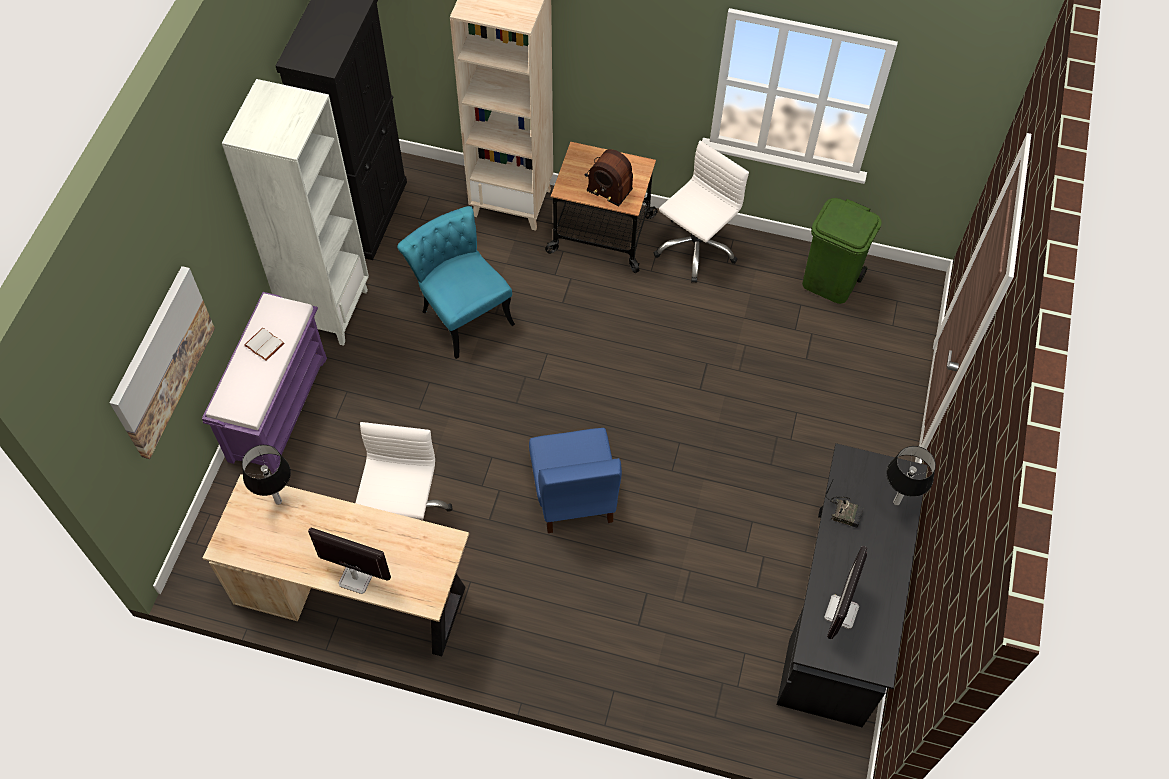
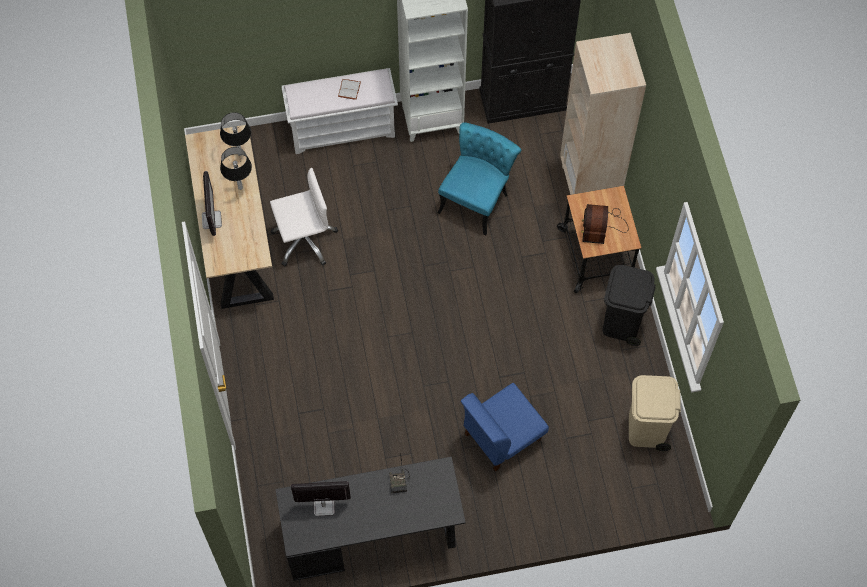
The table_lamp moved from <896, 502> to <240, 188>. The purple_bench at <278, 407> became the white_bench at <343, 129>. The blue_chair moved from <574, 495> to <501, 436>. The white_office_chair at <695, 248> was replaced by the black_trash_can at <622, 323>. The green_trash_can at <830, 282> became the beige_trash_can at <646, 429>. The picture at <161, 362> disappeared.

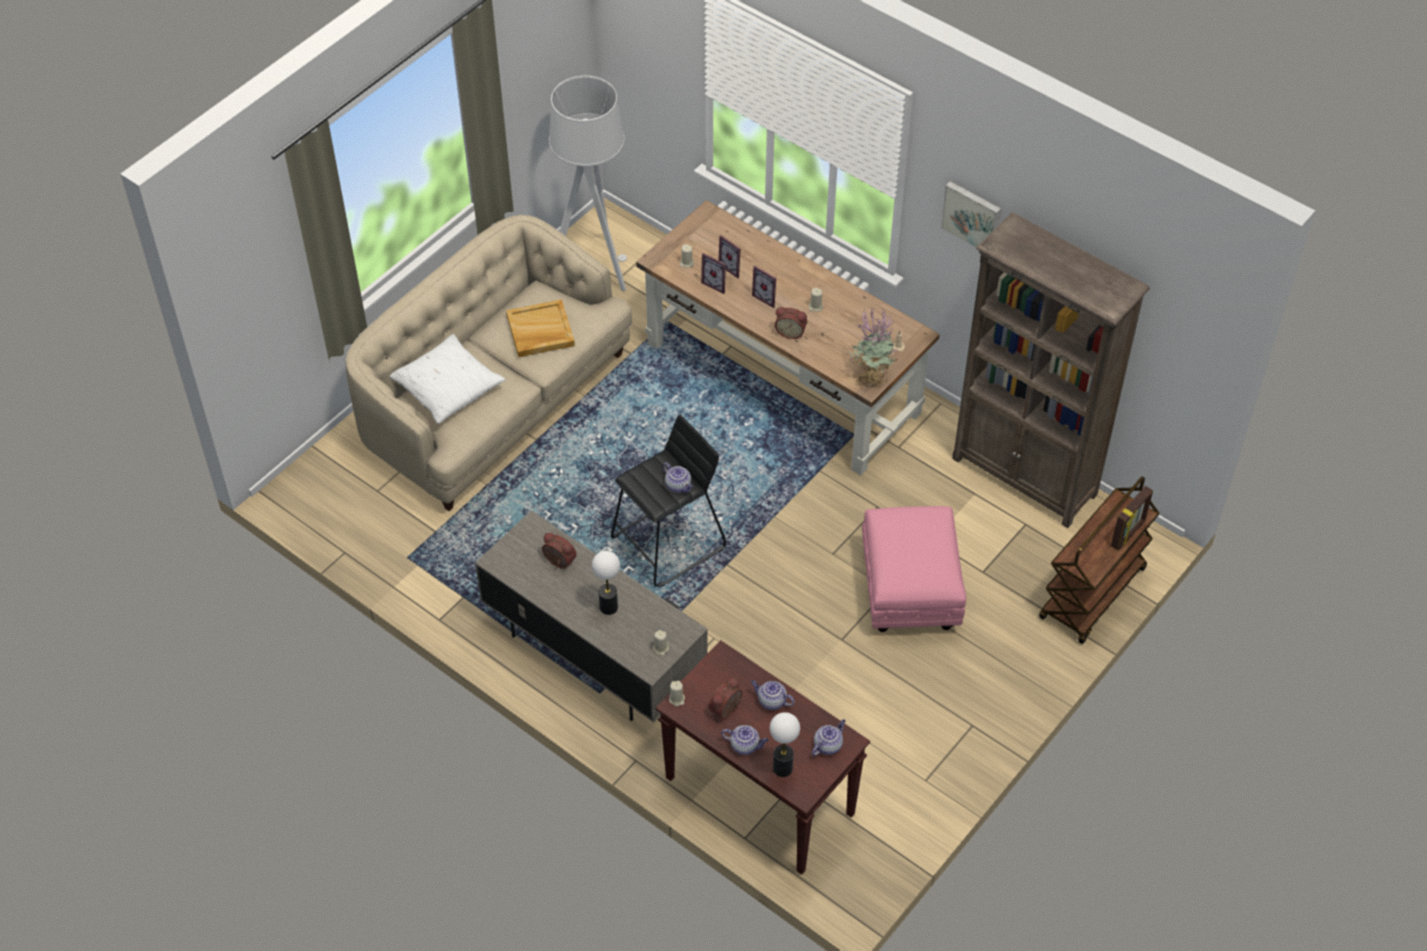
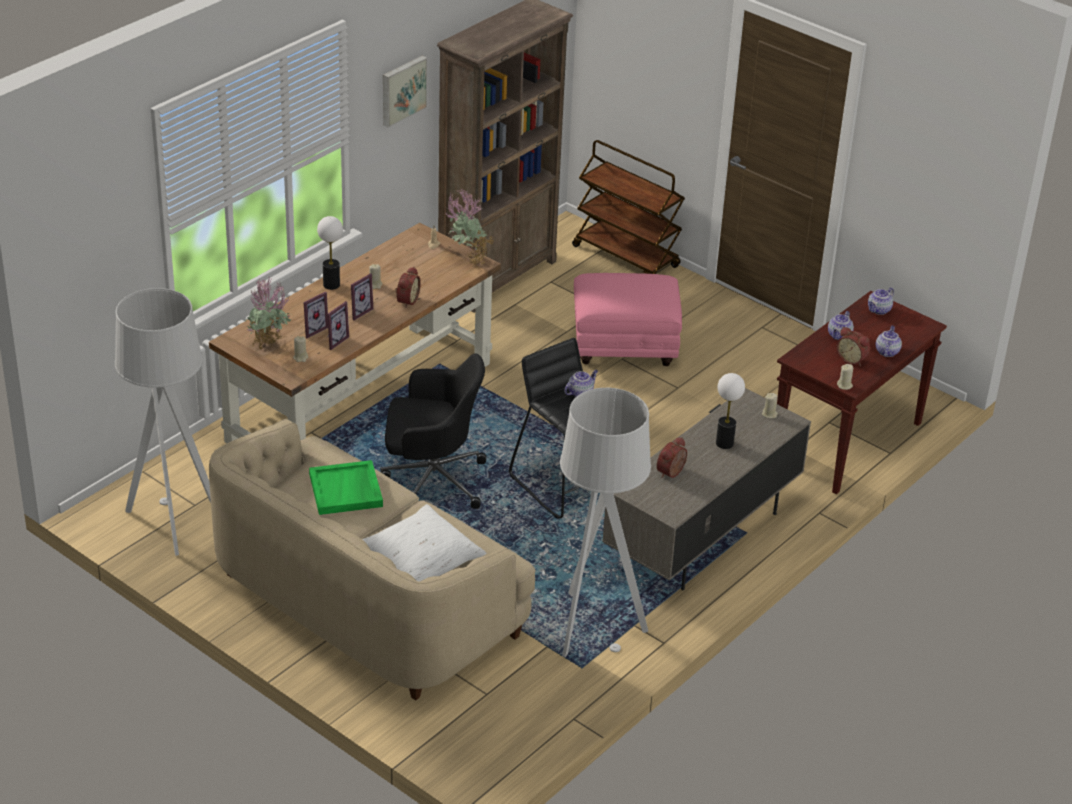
The potted_plant at <270, 347> appeared. The beige_tray at <540, 331> became the green_tray at <346, 491>. The table_lamp moved from <782, 768> to <331, 285>. The black_office_chair at <432, 480> appeared. The grey_floor_lamp at <593, 627> appeared. The teapot at <828, 745> turned 90 degrees counterclockwise. The picture_frame at <1128, 534> disappeared.

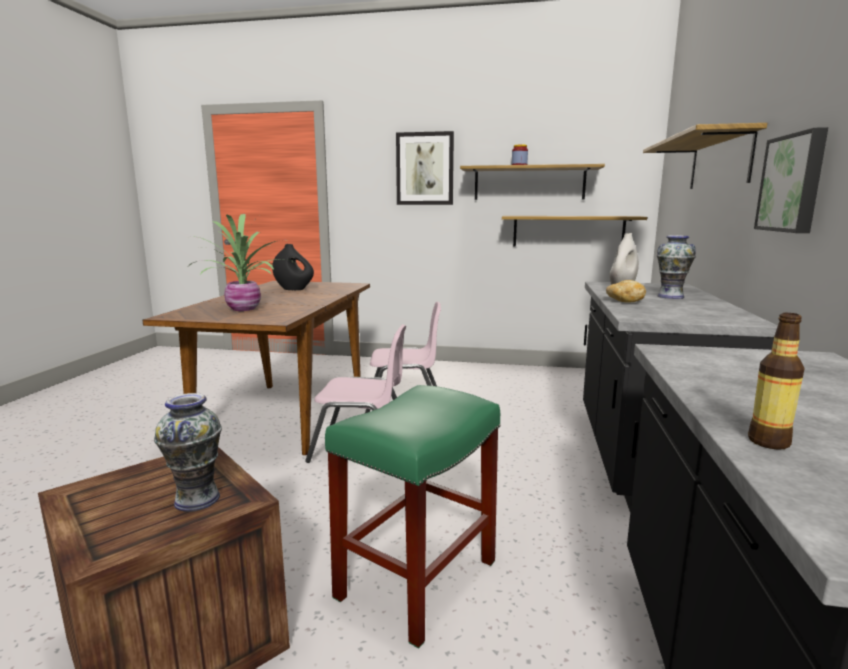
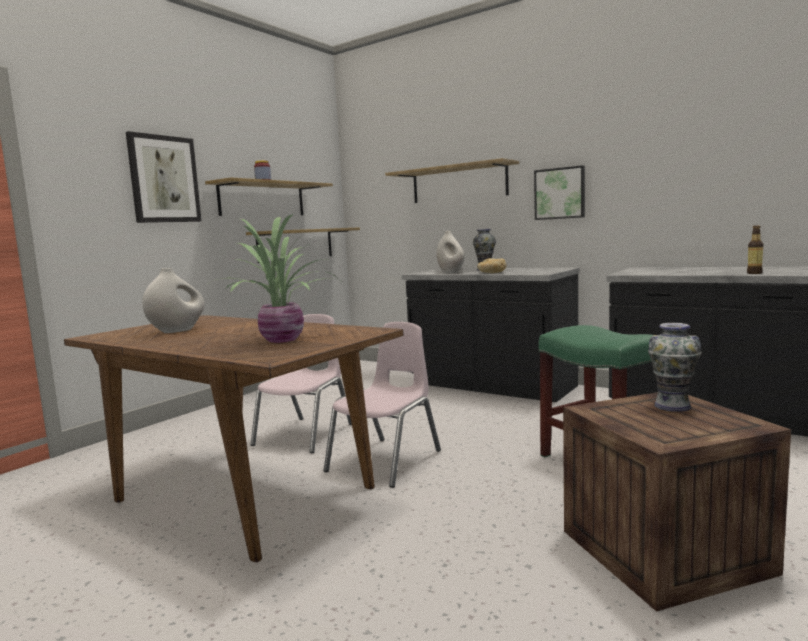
The black_vase at <294, 289> became the white_vase at <177, 330>.

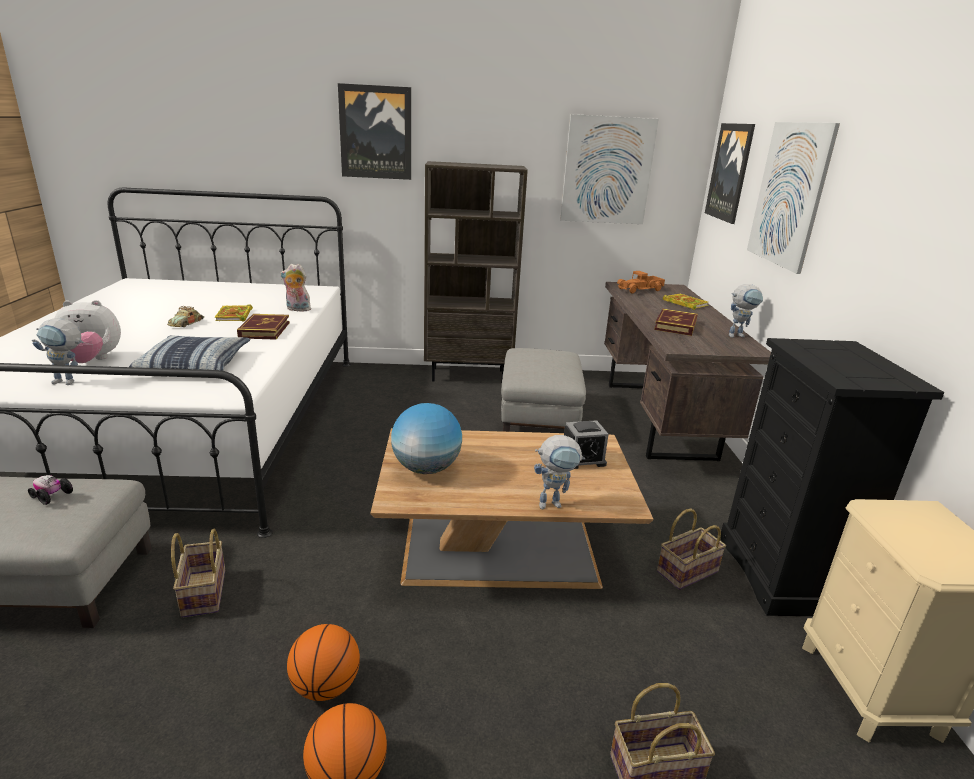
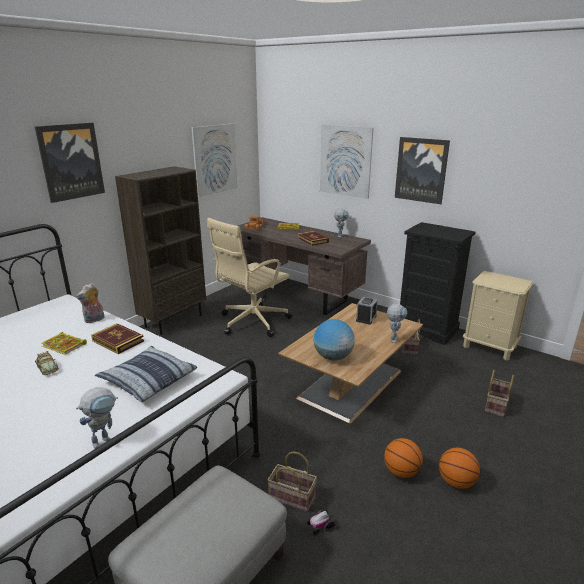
The grey_ottoman at <538, 416> was replaced by the beige_office_chair at <252, 322>. The toy_car moved from <51, 496> to <320, 526>. The picture moved from <730, 172> to <421, 170>. The plush_toy at <91, 361> disappeared.

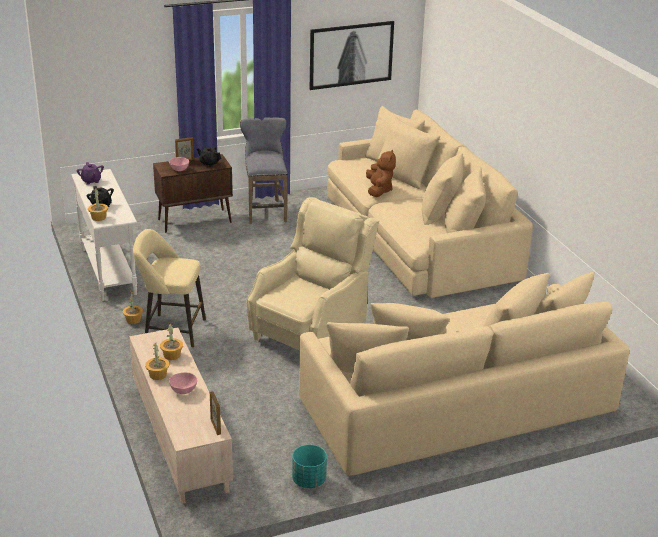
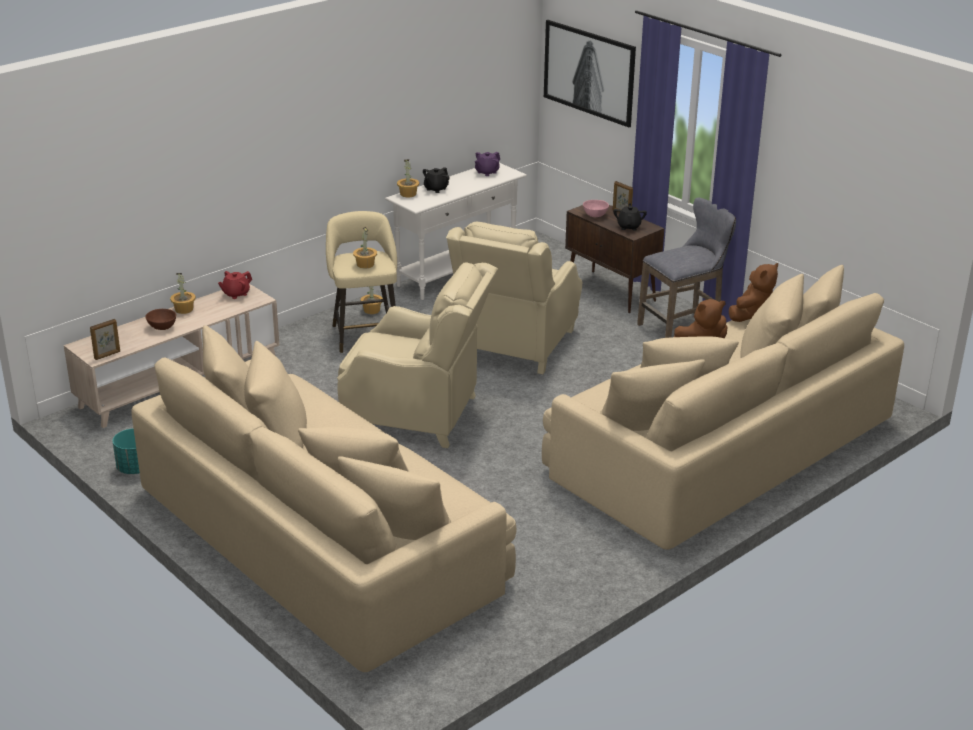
The pink_bowl at <183, 391> became the brown_bowl at <161, 327>. The red_teapot at <236, 294> appeared. The potted_plant moved from <171, 355> to <365, 264>. The beige_armchair at <514, 345> appeared. The picture moved from <351, 54> to <590, 72>. The brown_plush_toy at <751, 315> appeared.

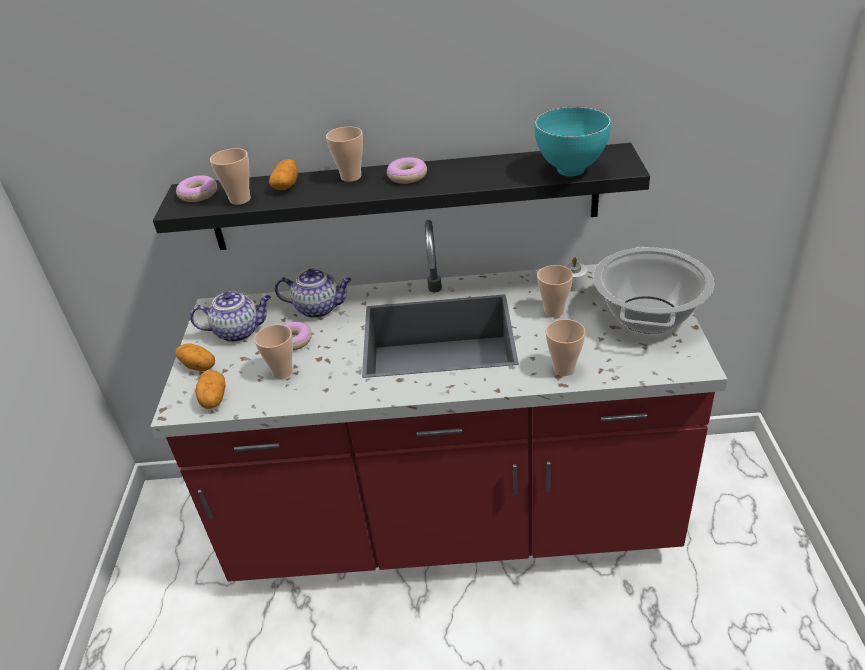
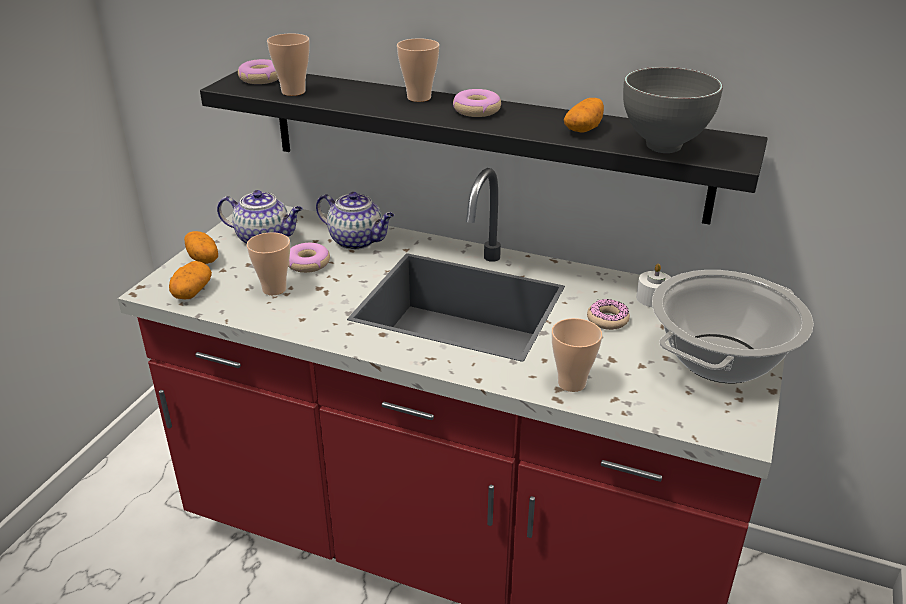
The potato moved from <286, 185> to <583, 129>. The cup at <554, 311> was replaced by the donut at <607, 320>. The turquoise_bowl at <569, 172> became the grey_bowl at <661, 148>.

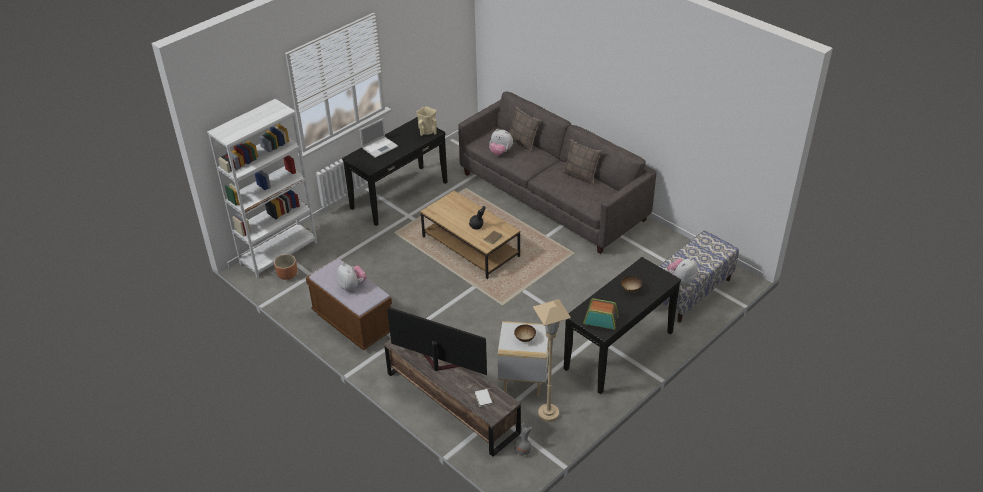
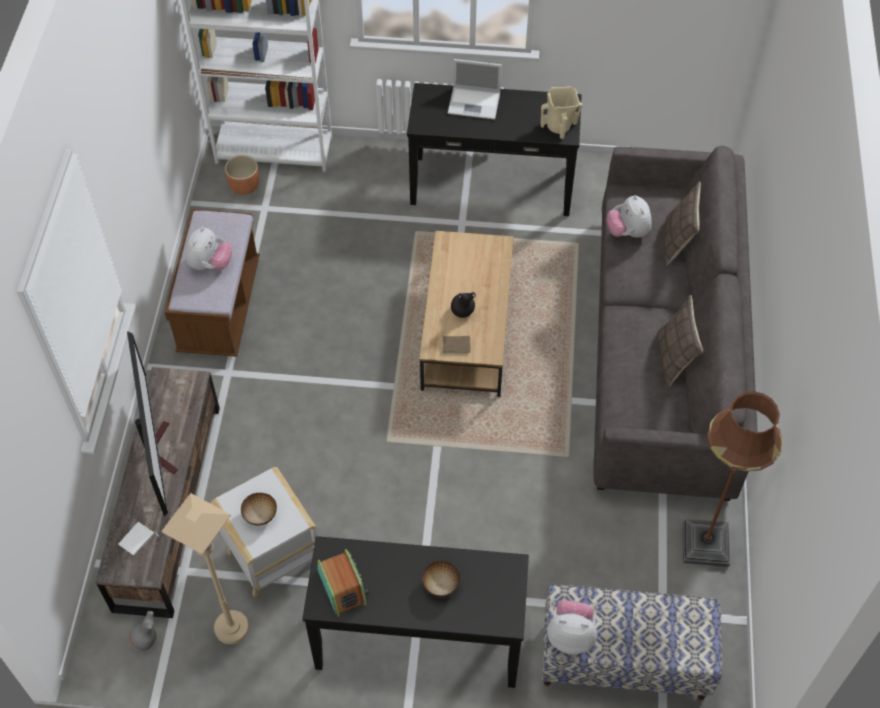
The brown_floor_lamp at <705, 544> appeared.

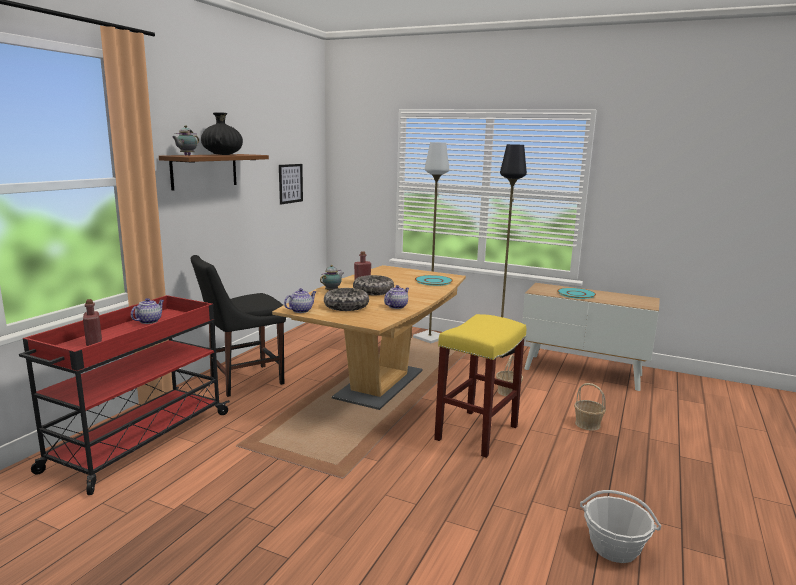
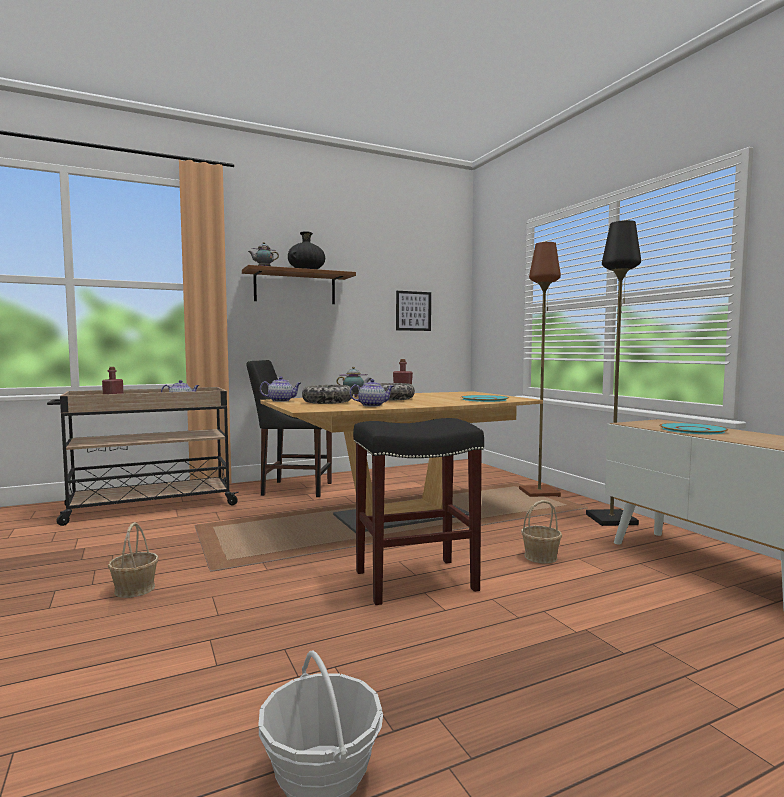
The red_cart at <138, 442> became the beige_cart at <149, 506>. The basket moved from <587, 424> to <134, 589>. The yellow_stool at <477, 433> became the black_stool at <414, 581>. The grey_floor_lamp at <429, 338> became the brown_floor_lamp at <539, 493>.

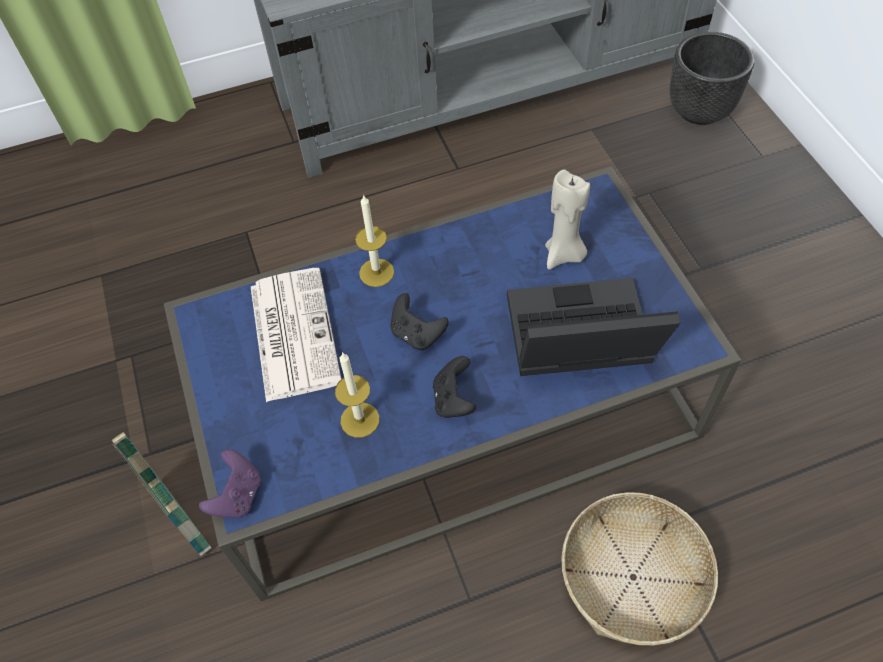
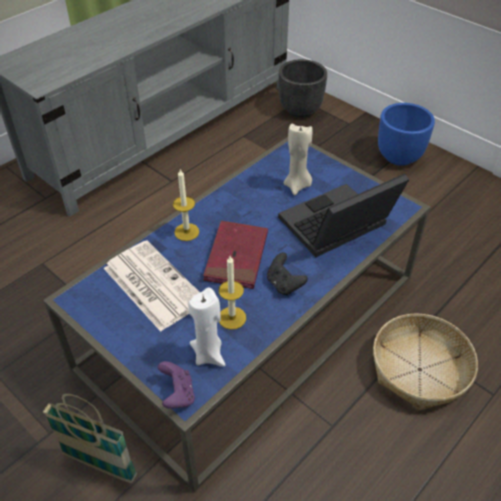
The white_candle at <209, 354> appeared. The black_game_controller at <417, 334> was replaced by the red_book at <236, 257>. The blue_planter at <399, 157> appeared.

